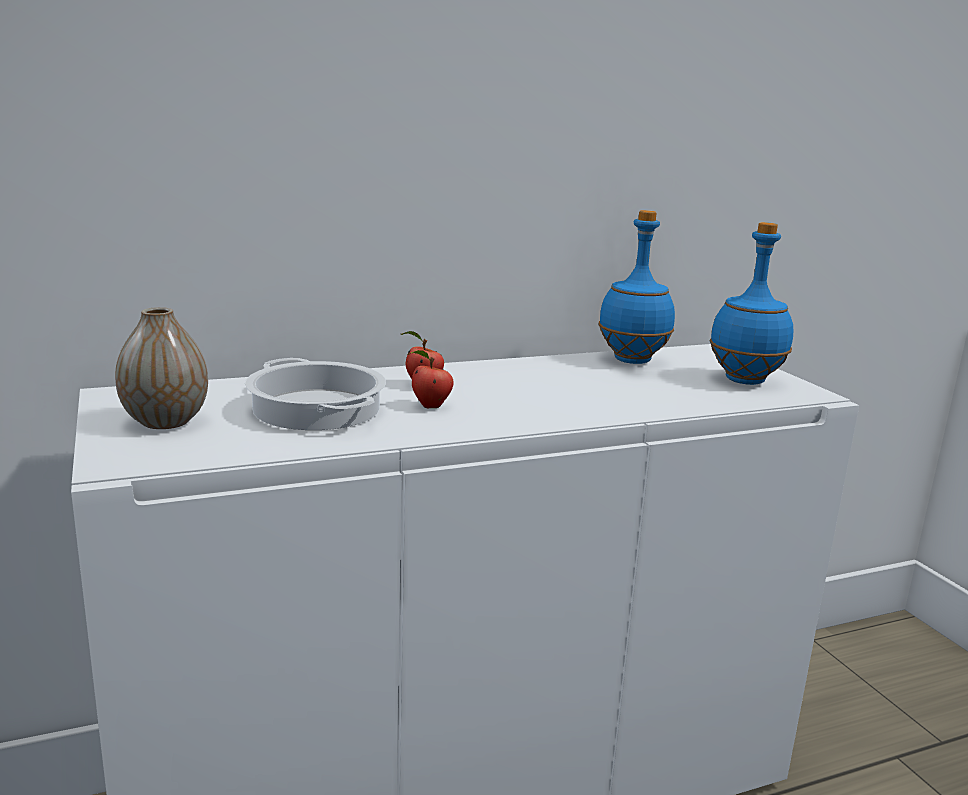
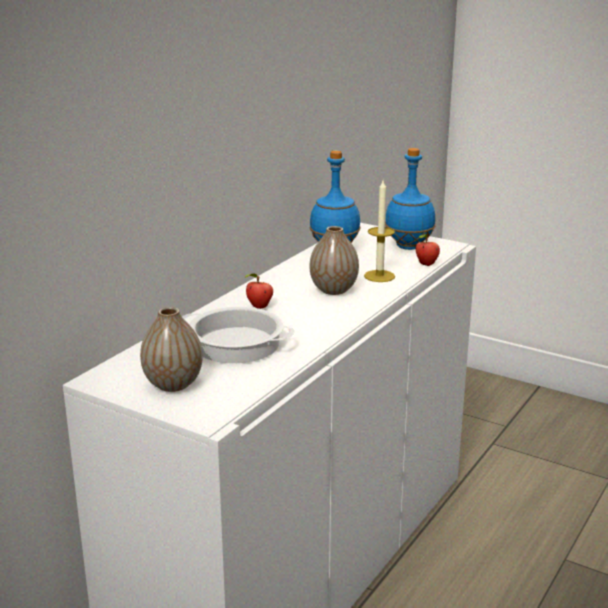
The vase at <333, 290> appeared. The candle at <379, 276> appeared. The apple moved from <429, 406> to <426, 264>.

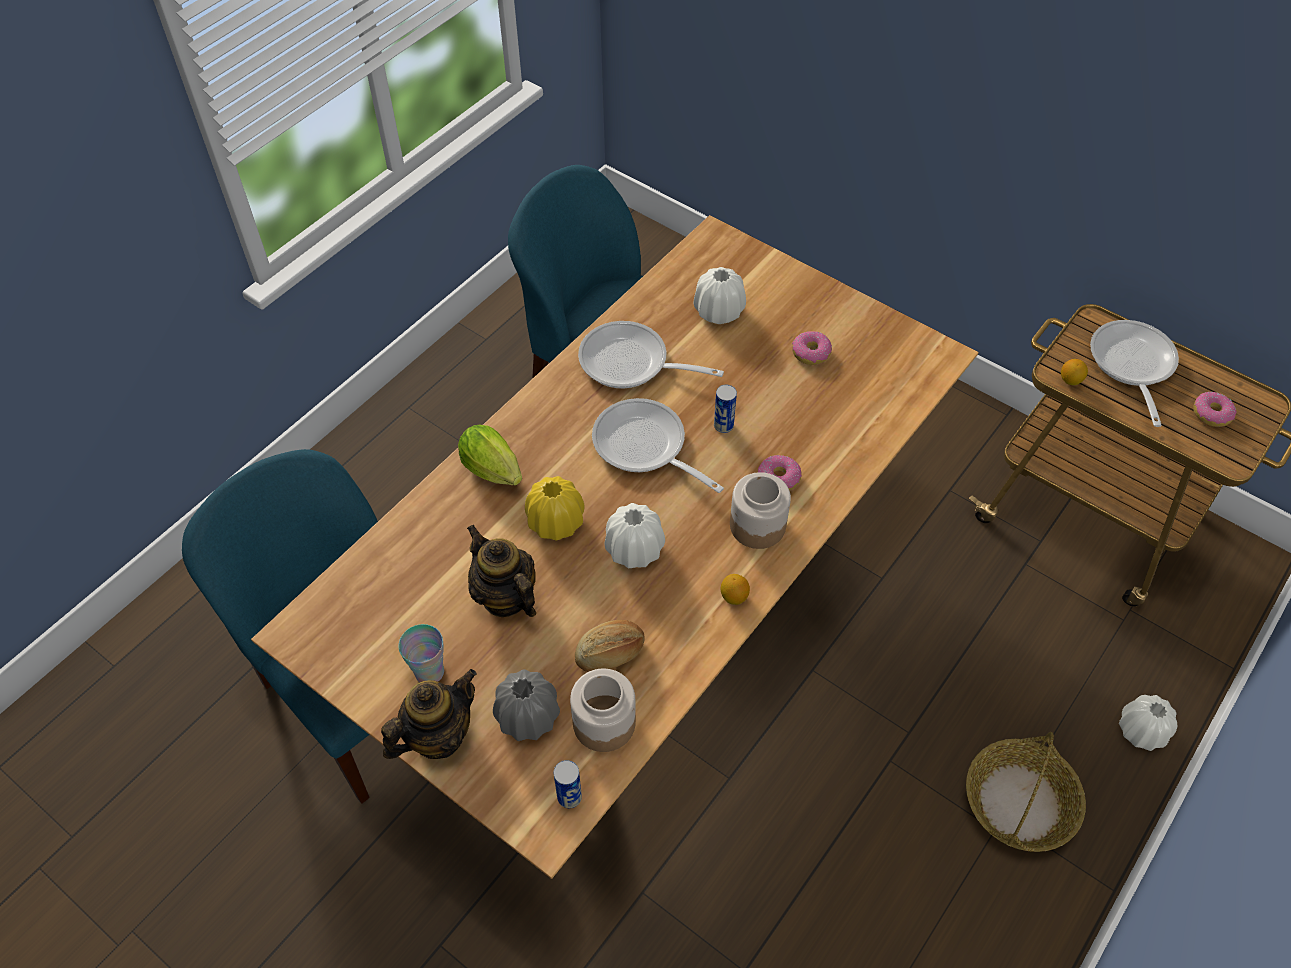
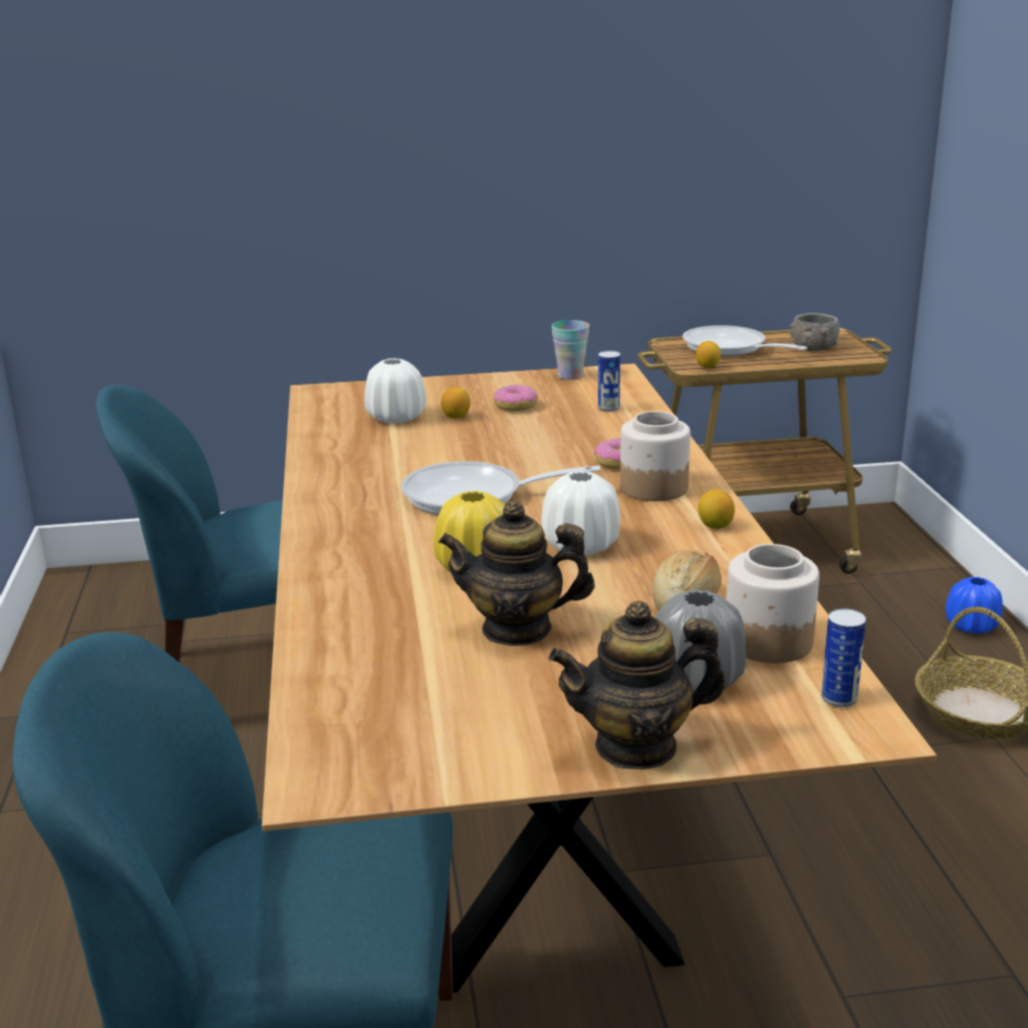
The lemon at <456, 417> appeared. The teapot at <437, 736> turned 105 degrees counterclockwise. The cup moved from <429, 672> to <570, 376>. The can moved from <723, 426> to <608, 408>. The donut at <1211, 414> was replaced by the grey_bowl at <813, 348>. The white_vase at <1141, 731> became the blue_vase at <971, 626>. The lettuce at <495, 472> disappeared. The frying_pan at <631, 363> disappeared.

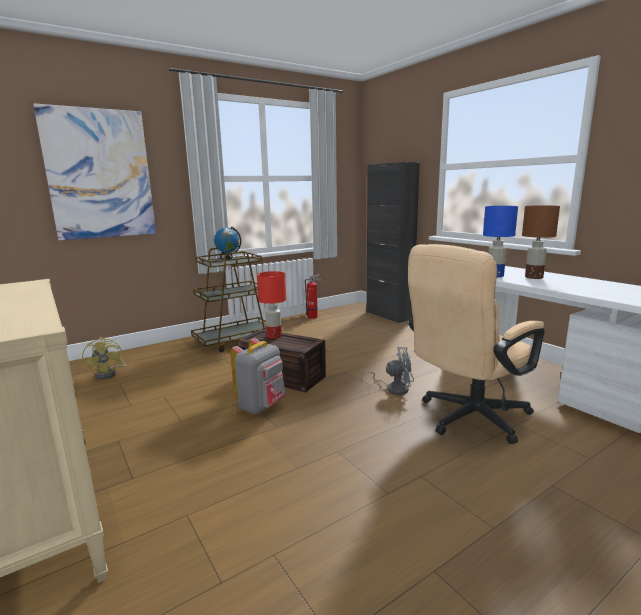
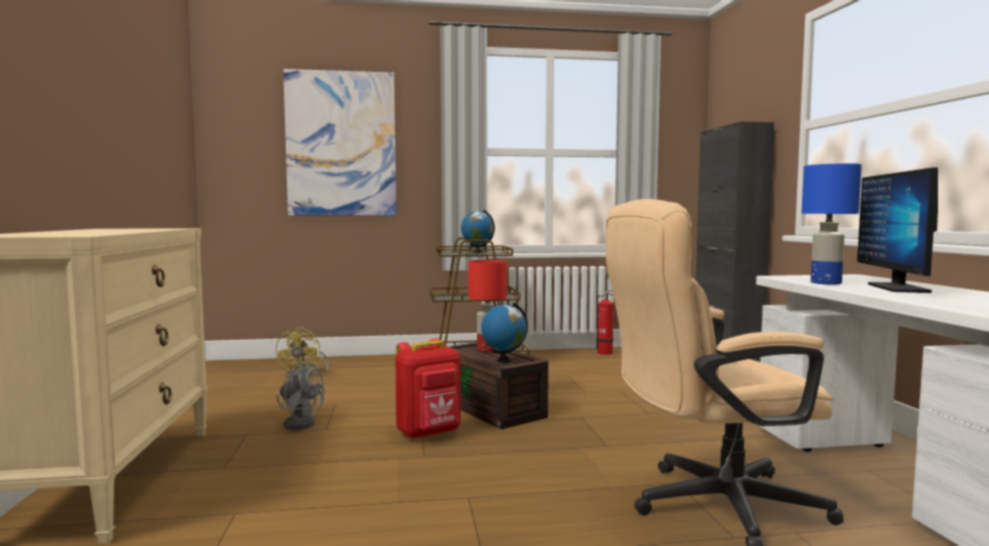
The grey_fan moved from <393, 389> to <299, 423>. The grey_backpack at <261, 406> became the red_backpack at <429, 433>. The globe at <503, 360> appeared. The brown_table_lamp at <534, 277> was replaced by the monitor at <897, 288>.

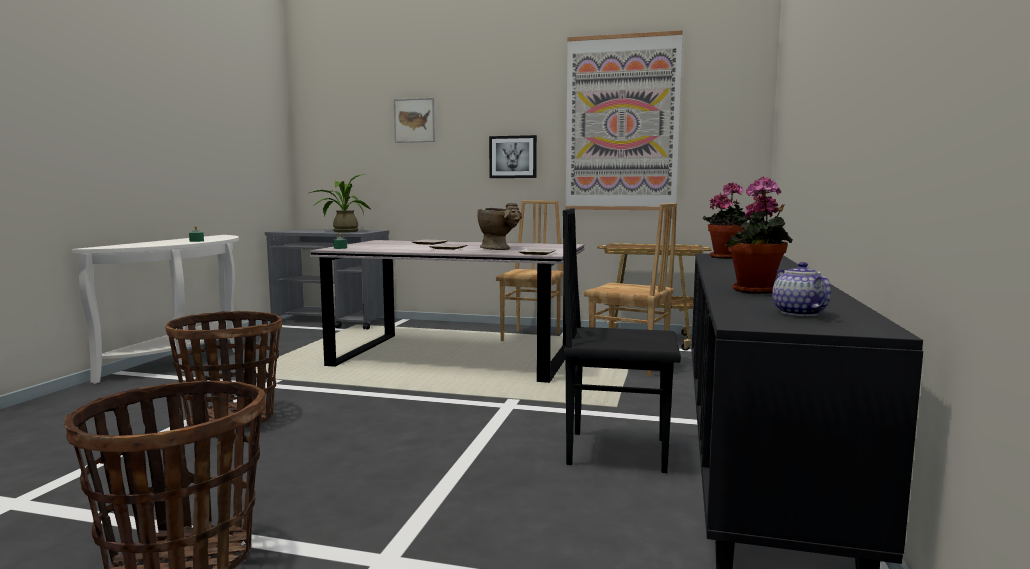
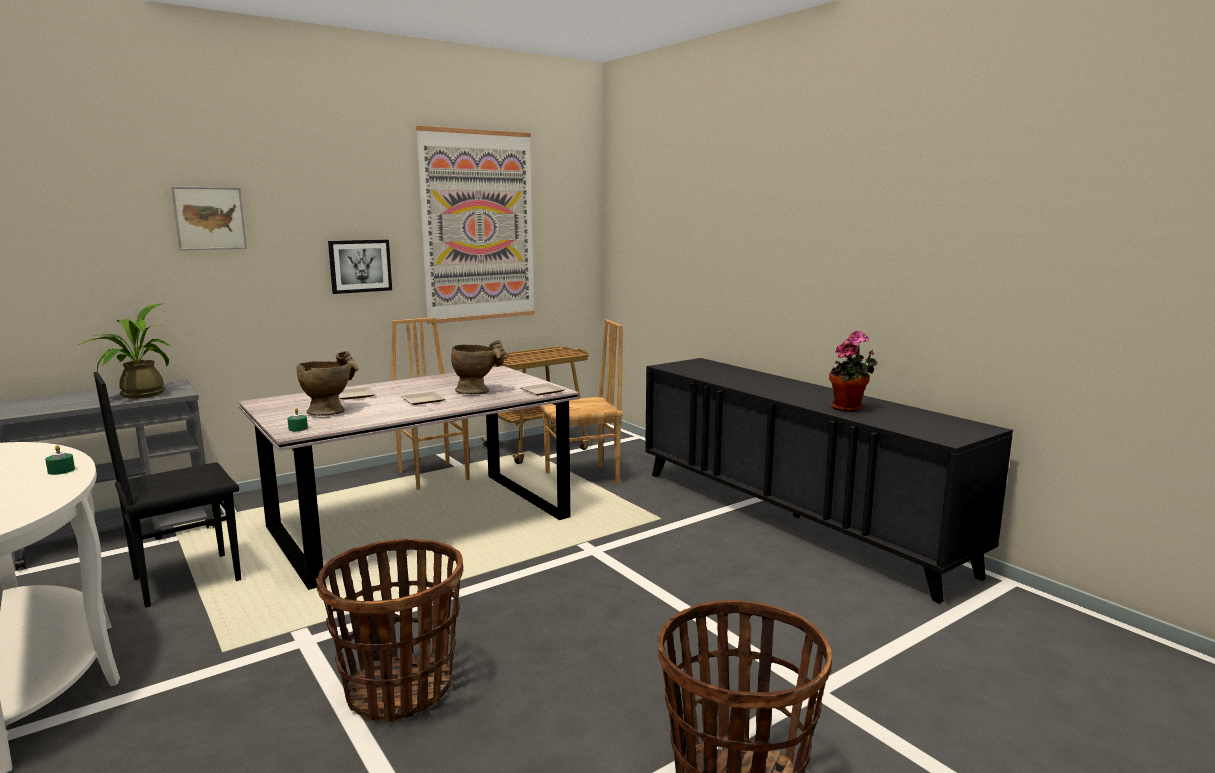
The black_chair moved from <616, 450> to <185, 579>. The beige_vase at <331, 411> appeared. The potted_plant at <726, 257> disappeared. The teapot at <797, 313> disappeared.

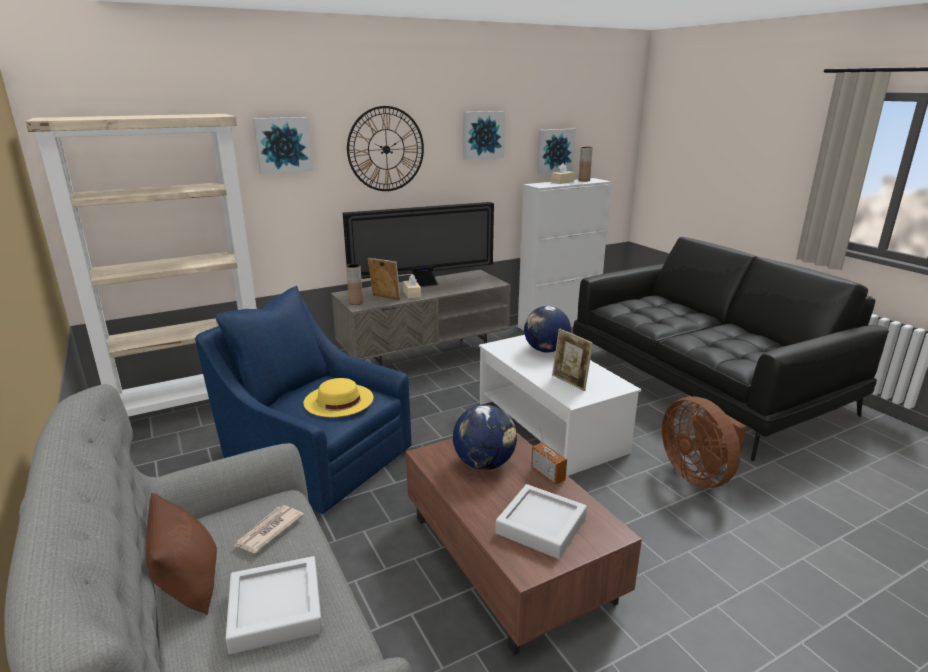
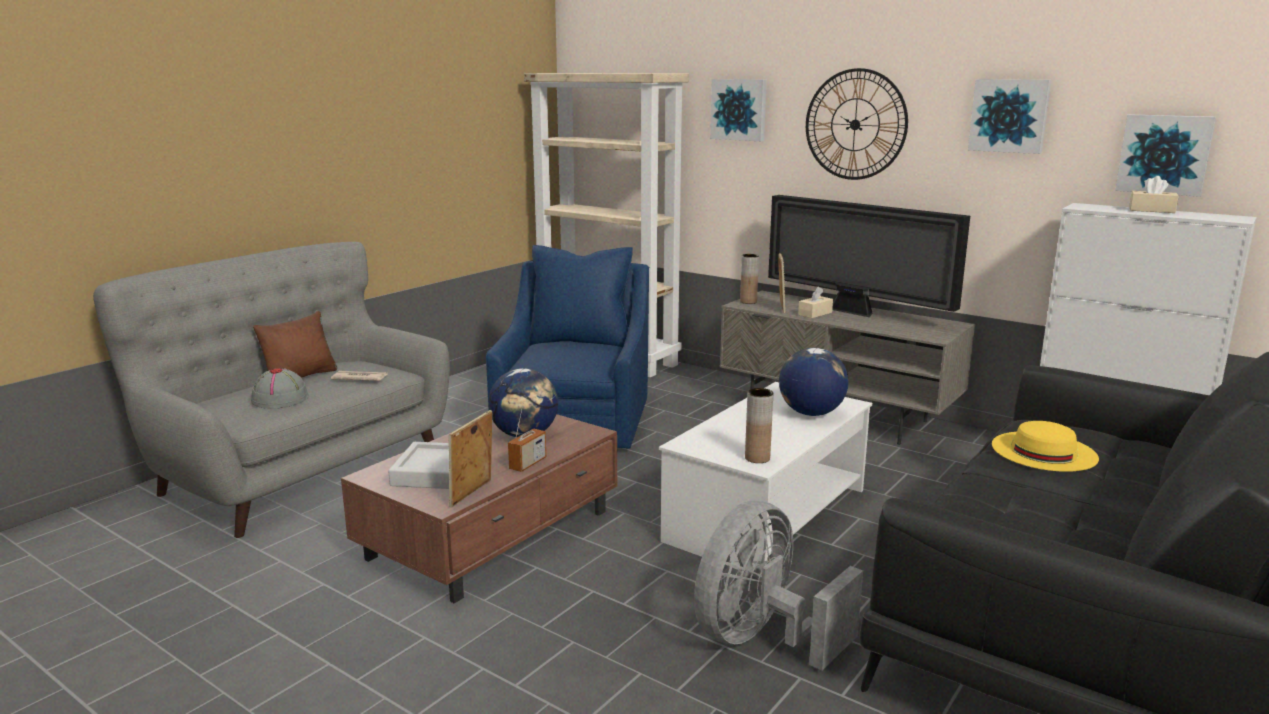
The grey_tray at <276, 609> was replaced by the grey_hat at <280, 399>. The picture_frame moved from <570, 382> to <472, 494>. The brown_fan at <698, 475> became the grey_fan at <762, 639>. The brown_vase moved from <584, 180> to <757, 458>. The yellow_hat moved from <338, 400> to <1043, 451>.

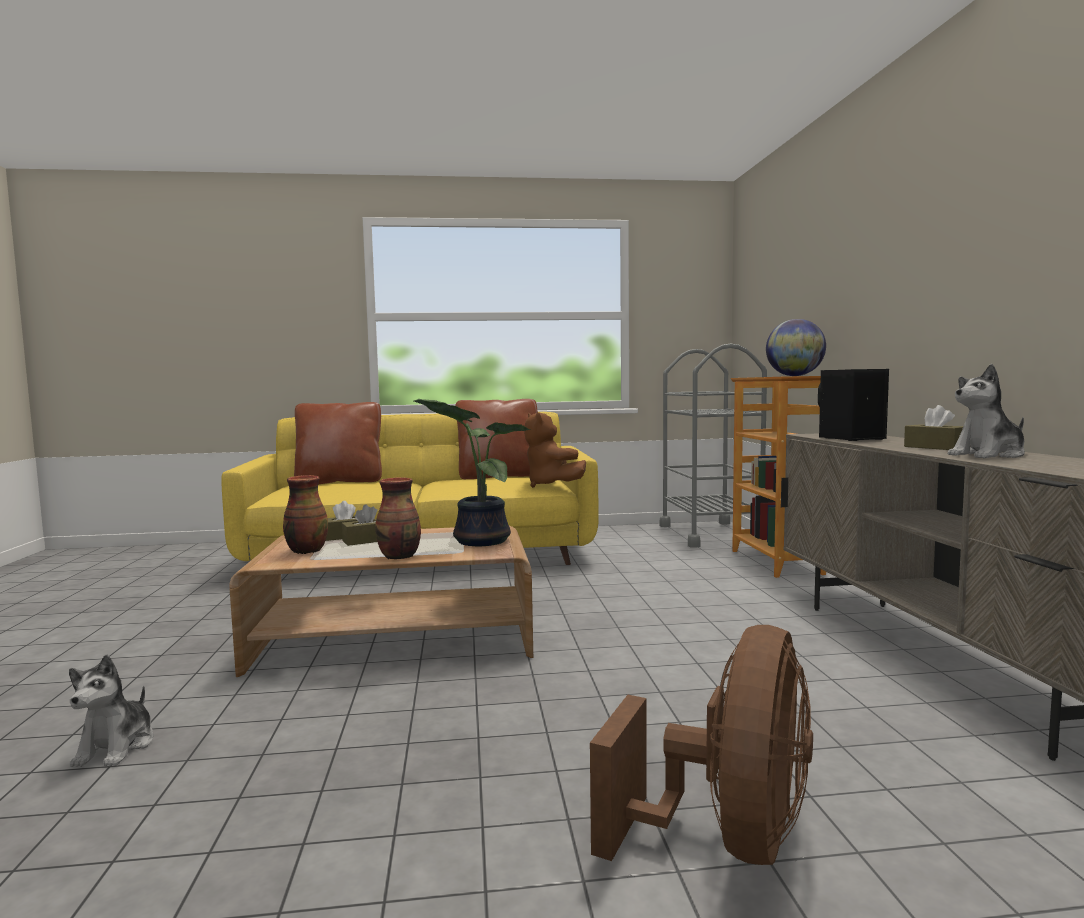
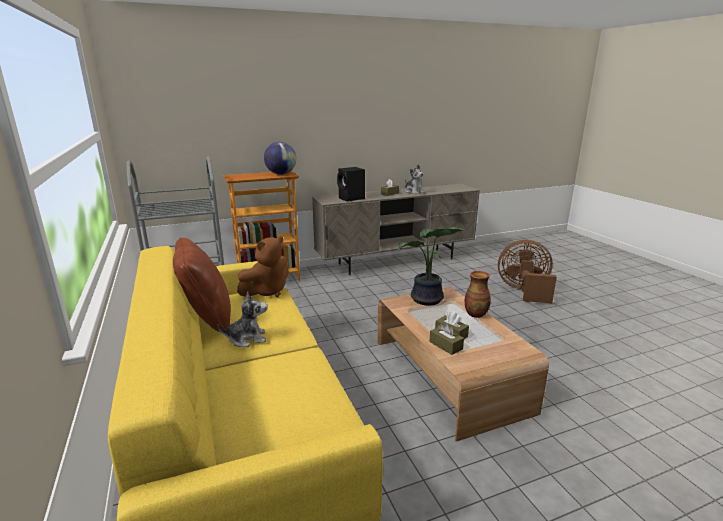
The plush_toy moved from <116, 747> to <247, 339>. The vase at <306, 551> disappeared. The brown_pillow at <340, 482> disappeared.

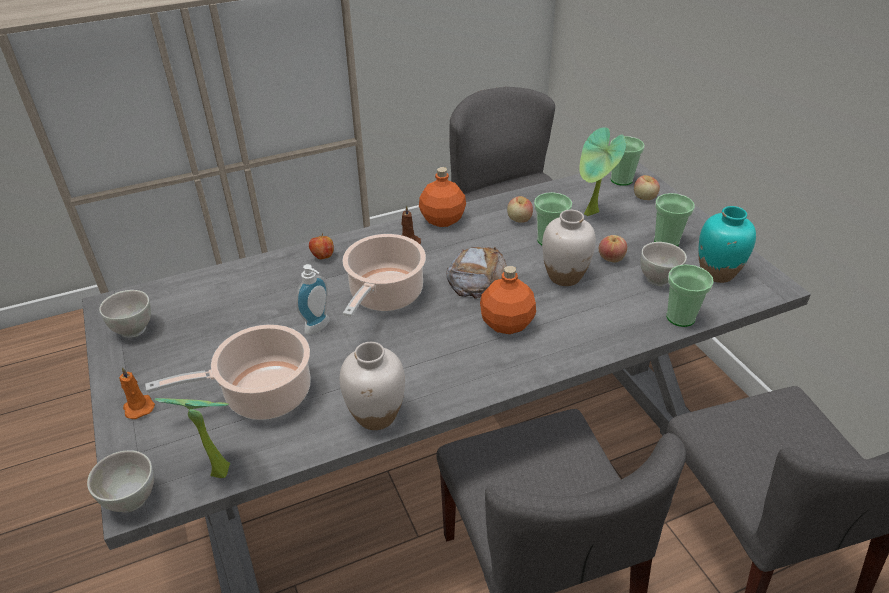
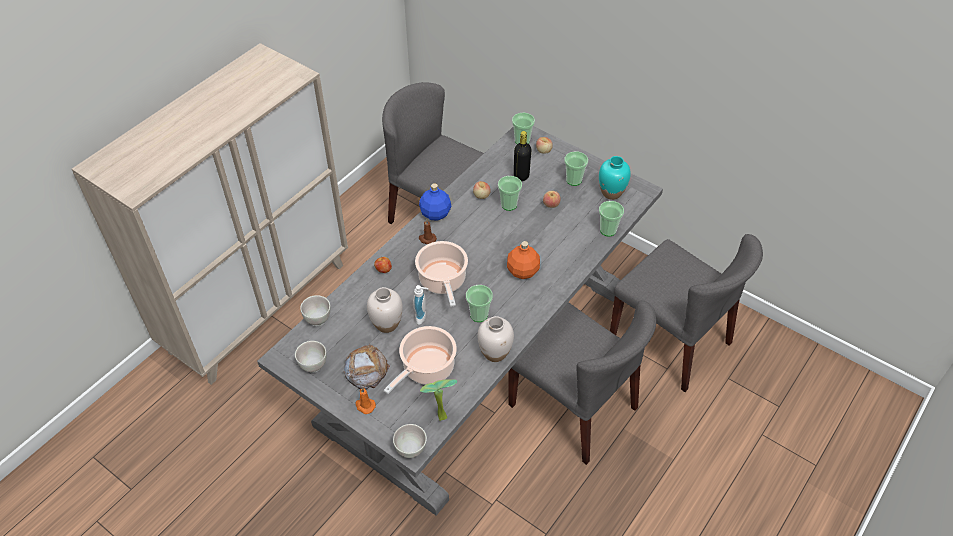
The white_bowl moved from <658, 279> to <318, 319>. The bread moved from <477, 278> to <366, 369>. The white_vase moved from <564, 276> to <386, 324>. The orange_bottle at <442, 220> became the blue_bottle at <435, 214>. The cup at <479, 315> appeared. The potted_plant at <591, 215> was replaced by the black_bottle at <521, 176>.

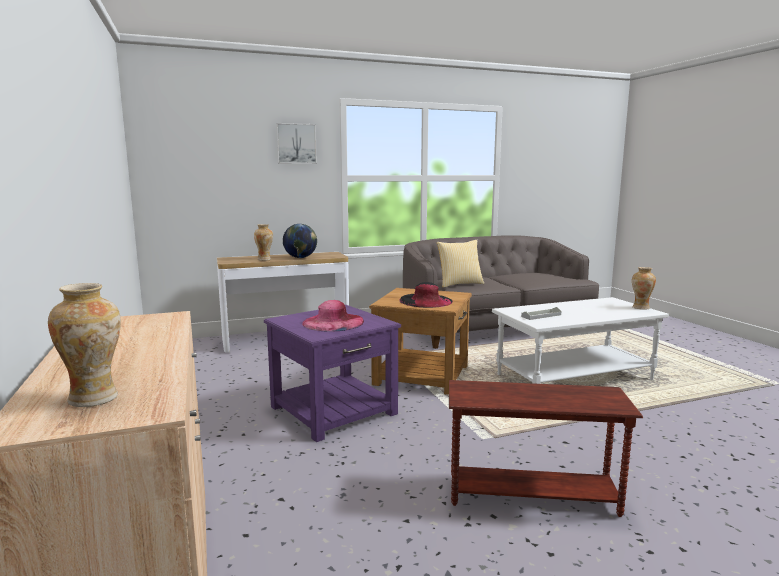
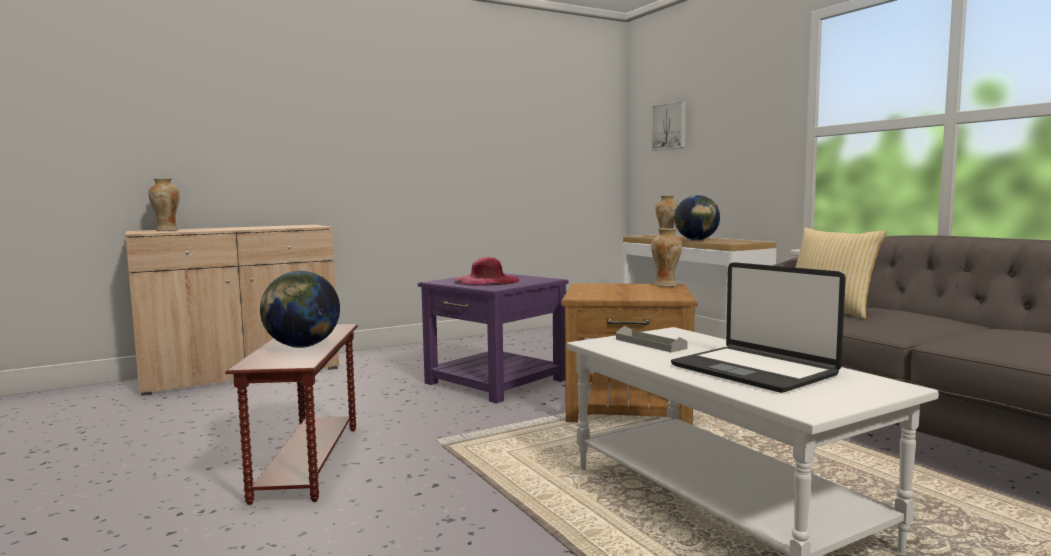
The globe at <302, 346> appeared. The picture moved from <296, 143> to <670, 126>. The vase moved from <641, 307> to <666, 285>. The laptop at <754, 370> appeared. The black_hat at <426, 301> disappeared.

